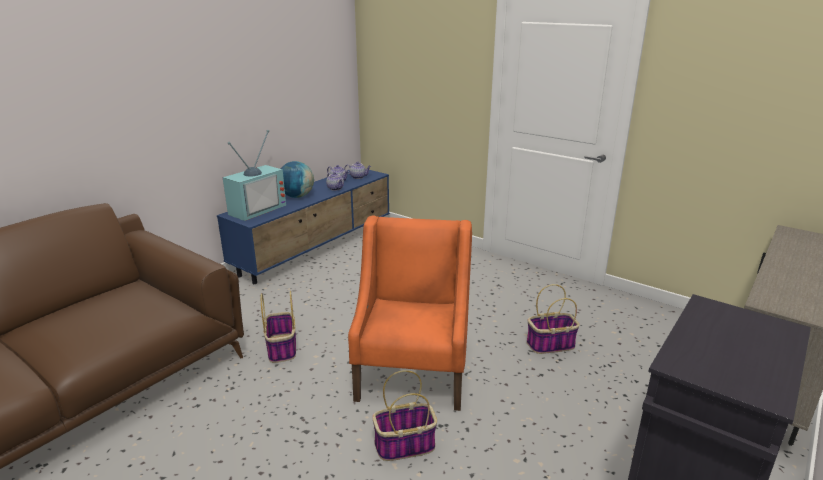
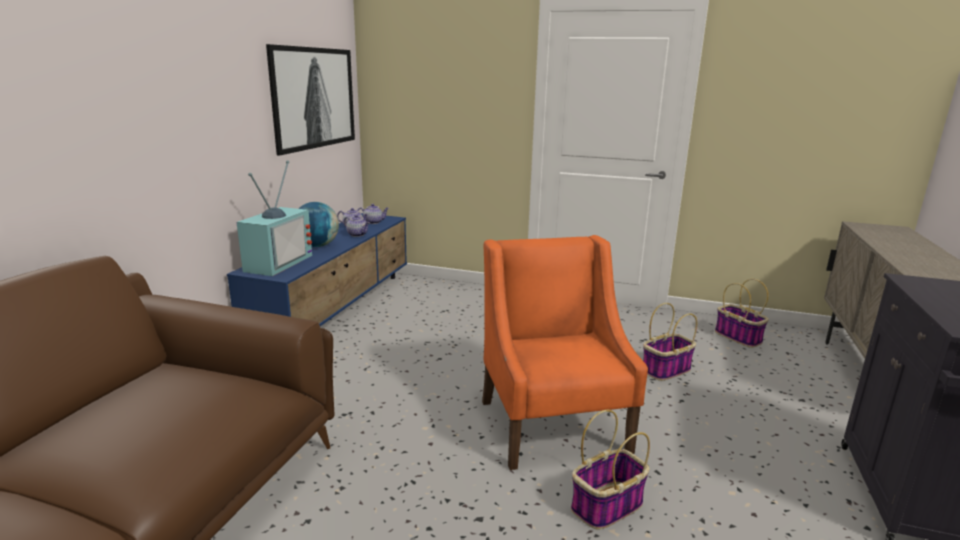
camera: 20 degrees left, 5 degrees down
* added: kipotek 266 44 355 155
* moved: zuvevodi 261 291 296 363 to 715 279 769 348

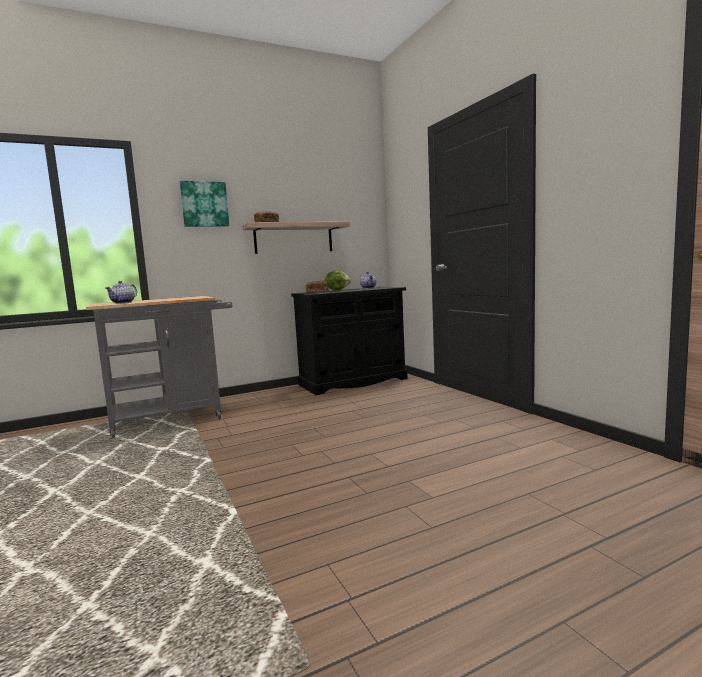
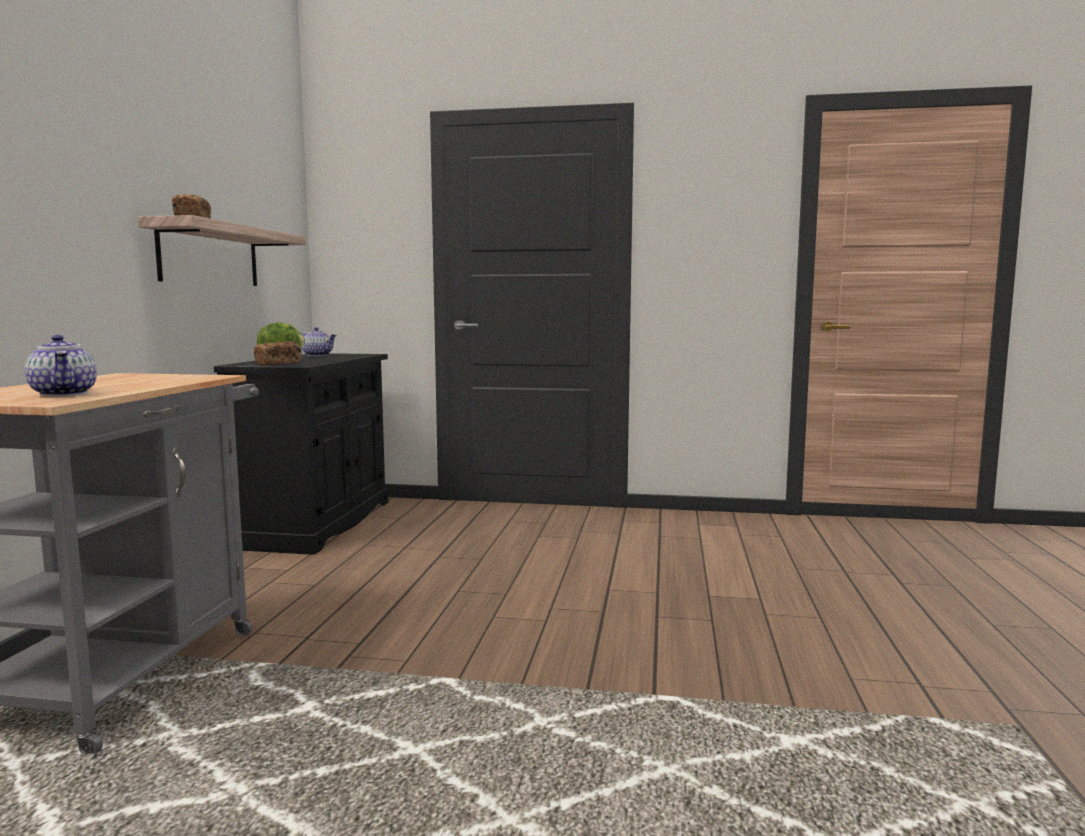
camera: 55 degrees left, 0 degrees up
* removed: kipotek 180 181 229 227

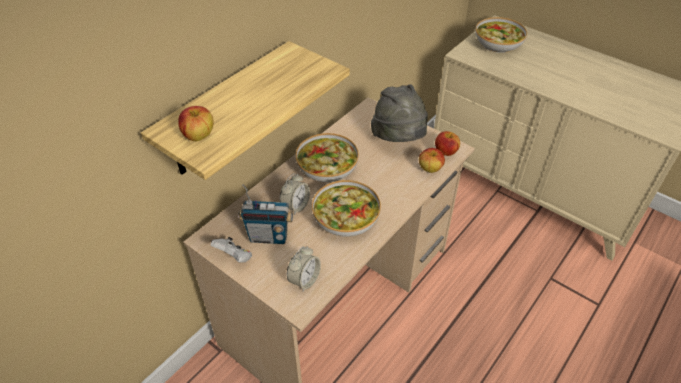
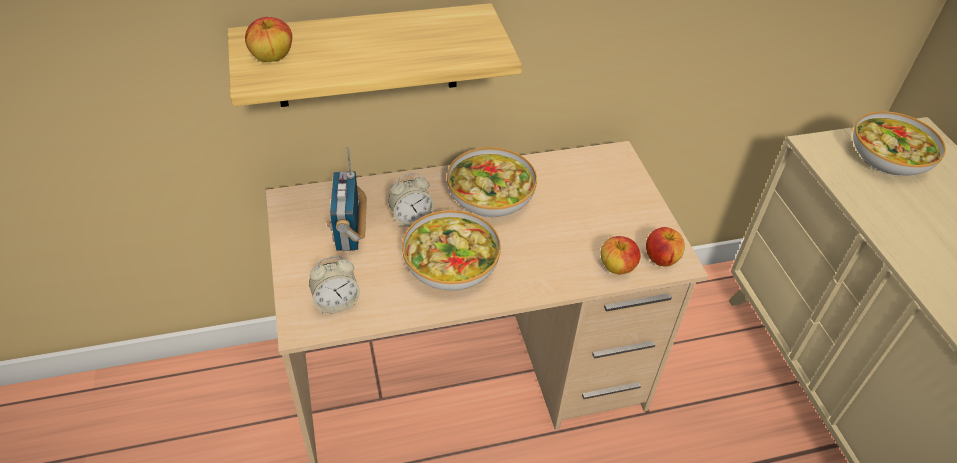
camera: 35 degrees right, 0 degrees up
* turned: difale 238 184 293 244 = 327 147 367 251 45 degrees clockwise
* removed: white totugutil 211 237 252 263
* removed: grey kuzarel 371 84 428 142

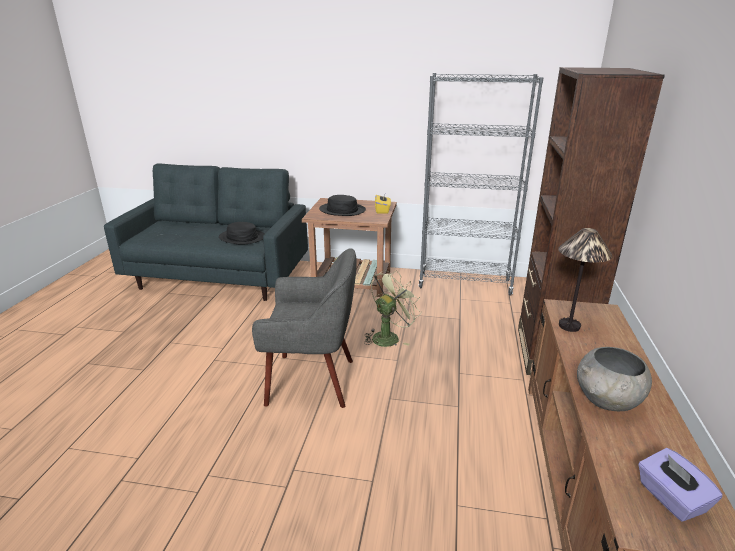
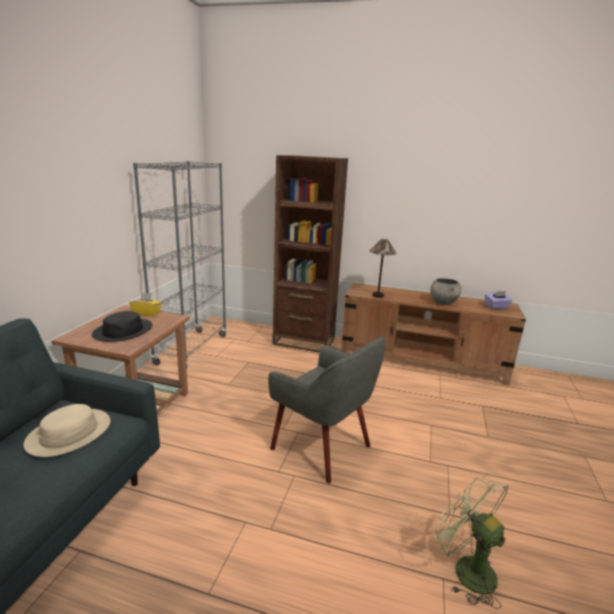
camera: 85 degrees left, 5 degrees down
* recoloured: black kuzarel 219 222 265 244 to beige kuzarel 23 404 110 457
* turned: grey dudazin 252 248 357 408 = 268 337 386 483 120 degrees clockwise
* moved: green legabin 364 270 421 347 to 433 473 509 609

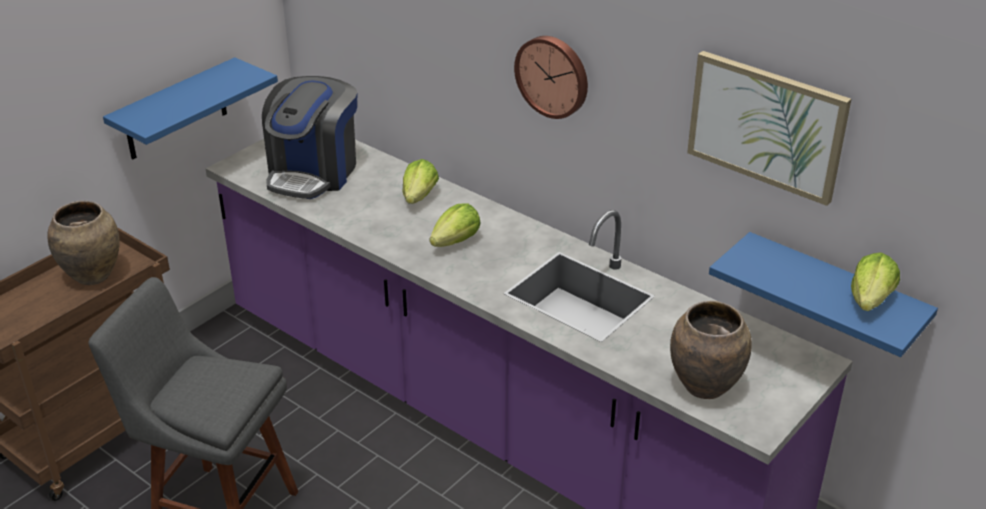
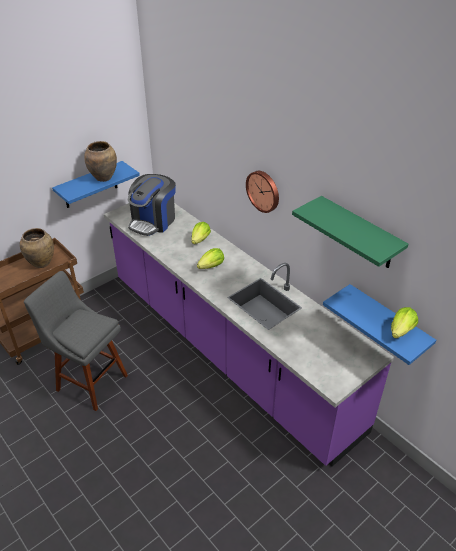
camera: 10 degrees right, 5 degrees up
* moved: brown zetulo 670 301 752 399 to 84 141 117 182
* replaced: kipotek 687 51 851 206 to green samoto 292 196 408 268

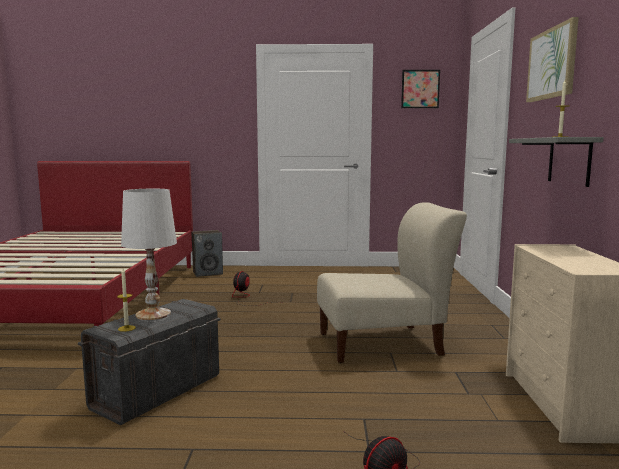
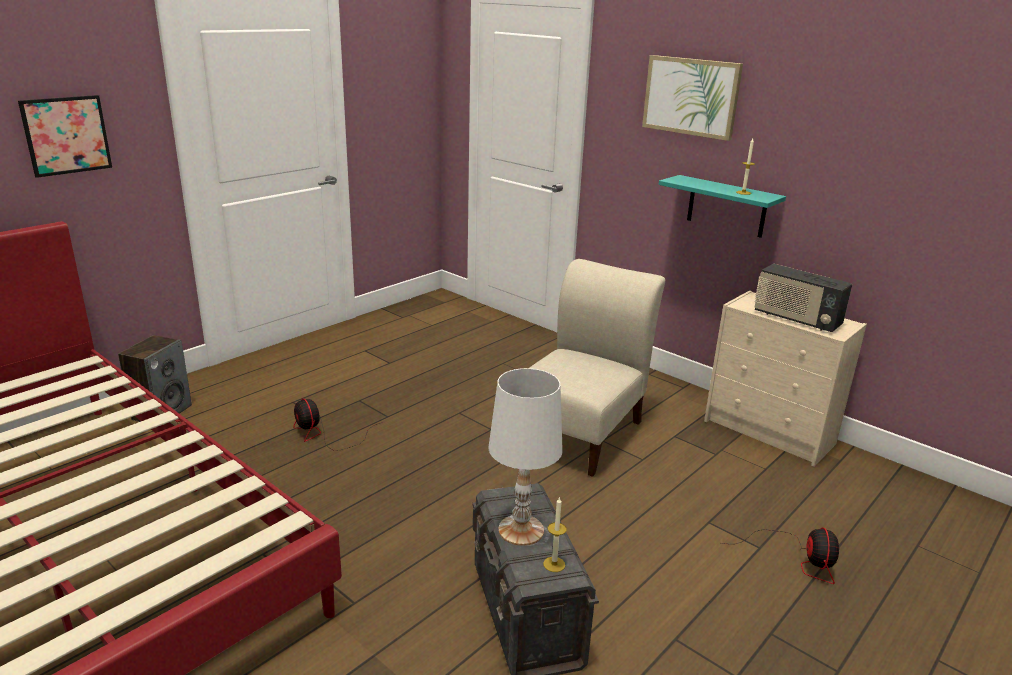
camera: 50 degrees left, 15 degrees up
* moved: kipotek 401 70 440 108 to 18 95 112 178
* recoloured: grey samoto 509 137 604 187 to turquoise samoto 659 175 786 238
* added: difale 754 264 852 332

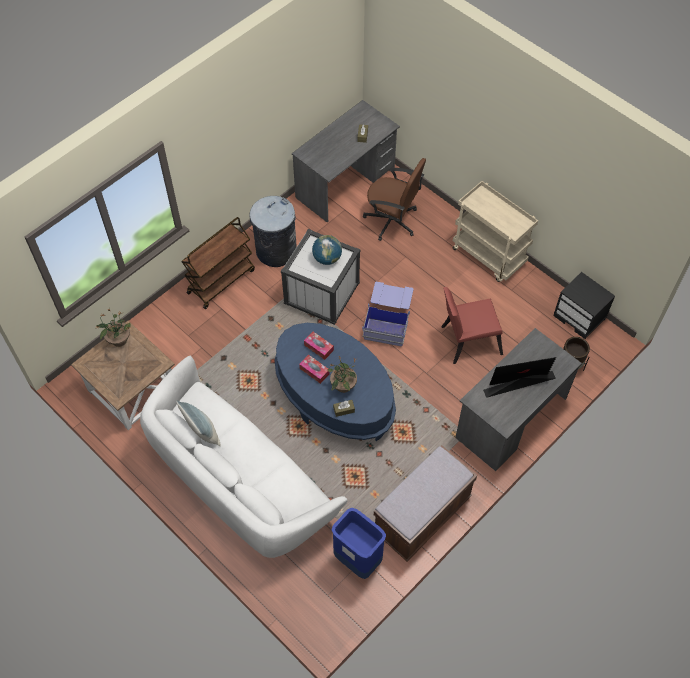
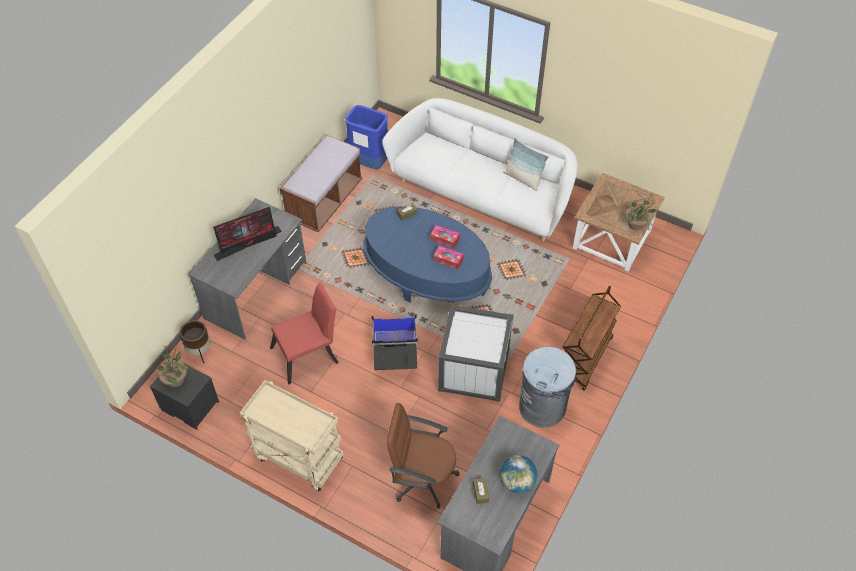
camera: 165 degrees right, 5 degrees down
* moved: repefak 327 356 357 393 to 156 345 189 387
* recoloured: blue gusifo 362 282 414 346 to black gusifo 372 314 418 370
* moved: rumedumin 312 235 342 265 to 500 455 537 493

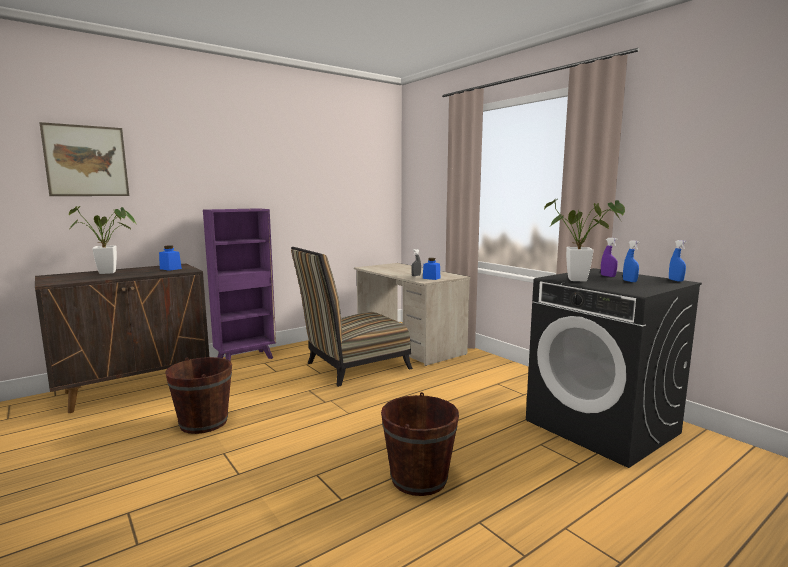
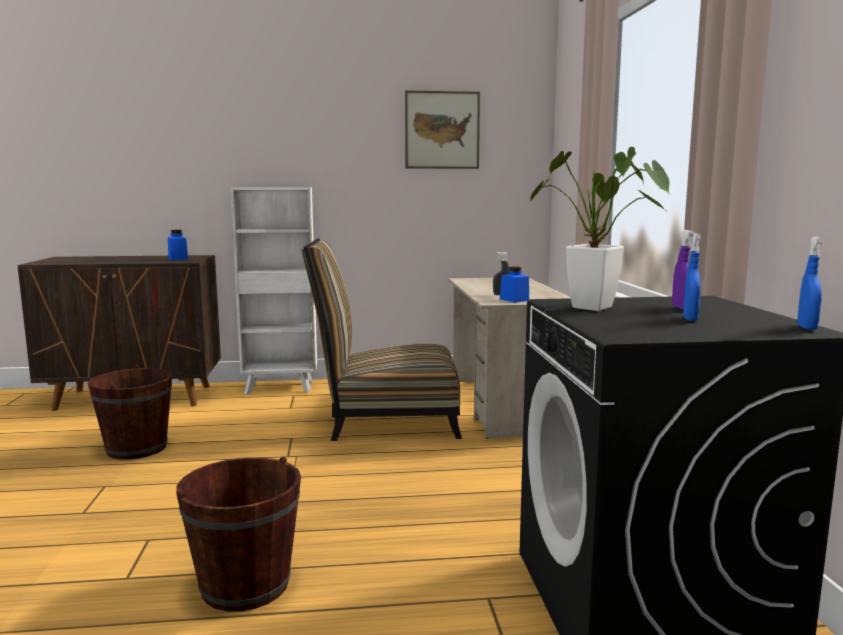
camera: 30 degrees right, 0 degrees up
* recoloured: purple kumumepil 203 208 276 361 to white kumumepil 230 187 317 394
* moved: kipotek 39 122 129 196 to 405 90 480 169
* removed: repefak 69 206 136 274

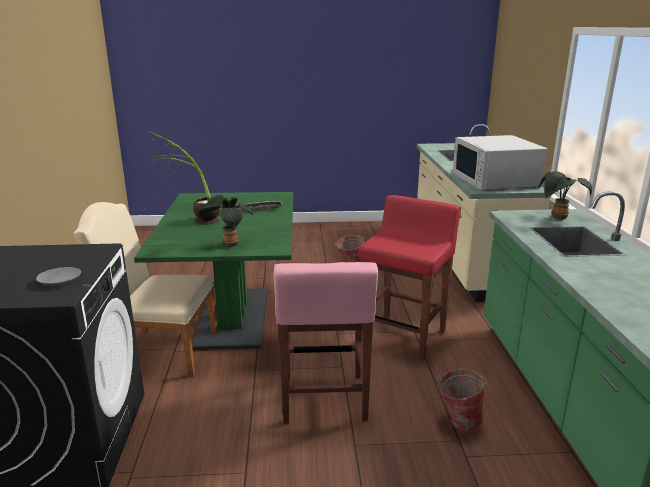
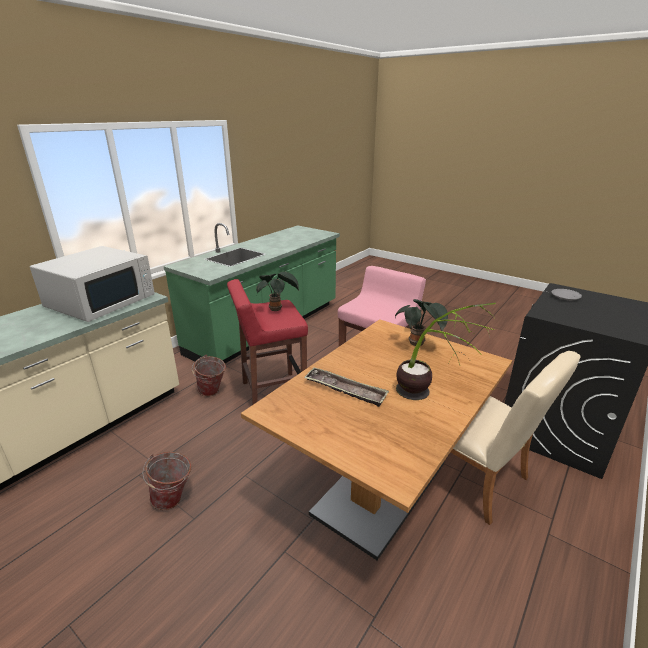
camera: 140 degrees left, 5 degrees up
* moved: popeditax 436 368 487 431 to 192 355 226 396
* recoloured: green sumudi 134 192 293 350 to brown sumudi 241 319 512 560
* moved: repefak 538 171 592 219 to 256 272 299 311

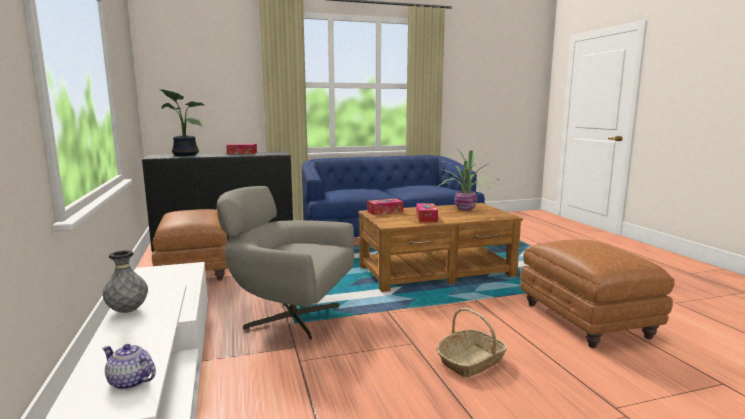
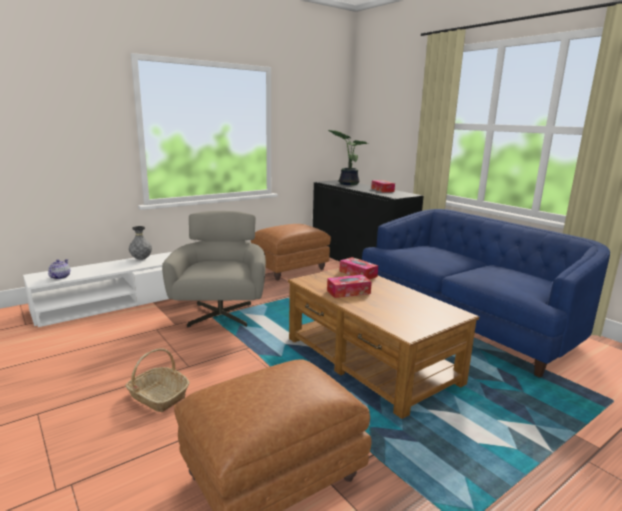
camera: 70 degrees right, 5 degrees up
* removed: repefak 438 148 495 211

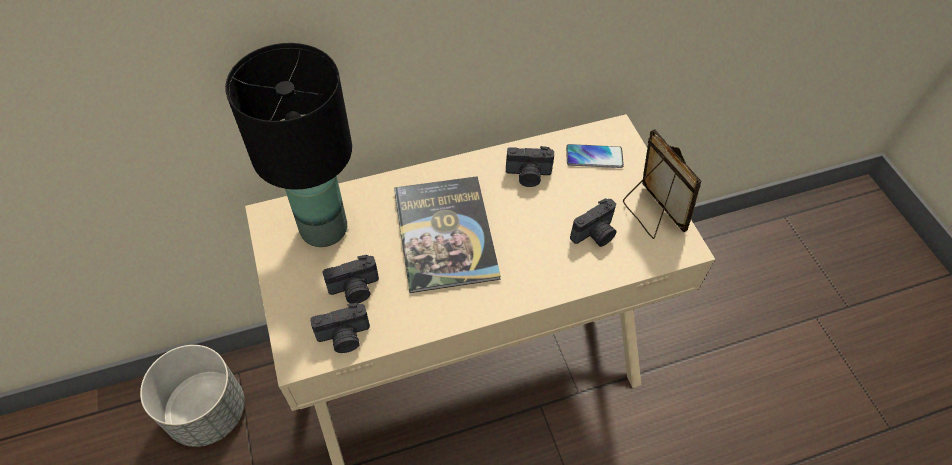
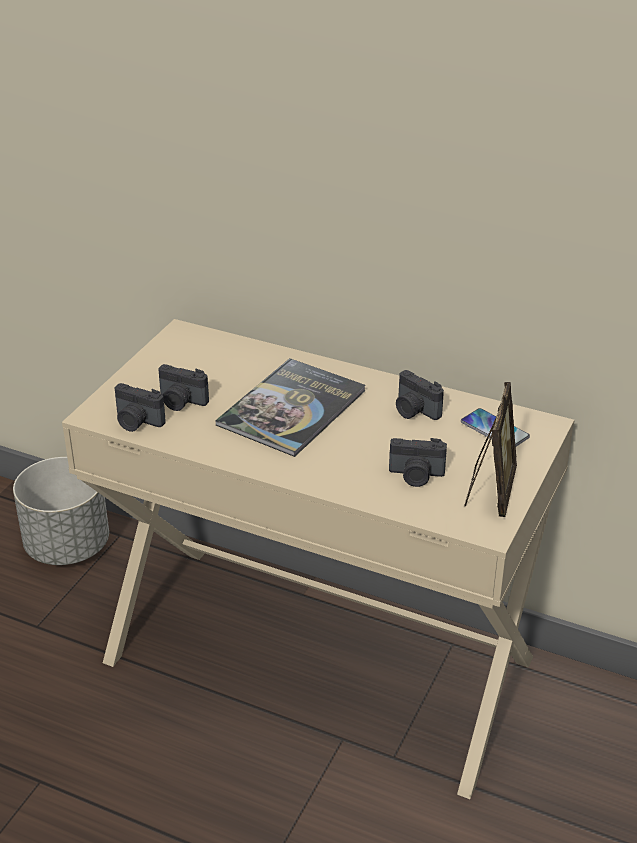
camera: 45 degrees right, 20 degrees down
* removed: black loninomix 225 43 352 247

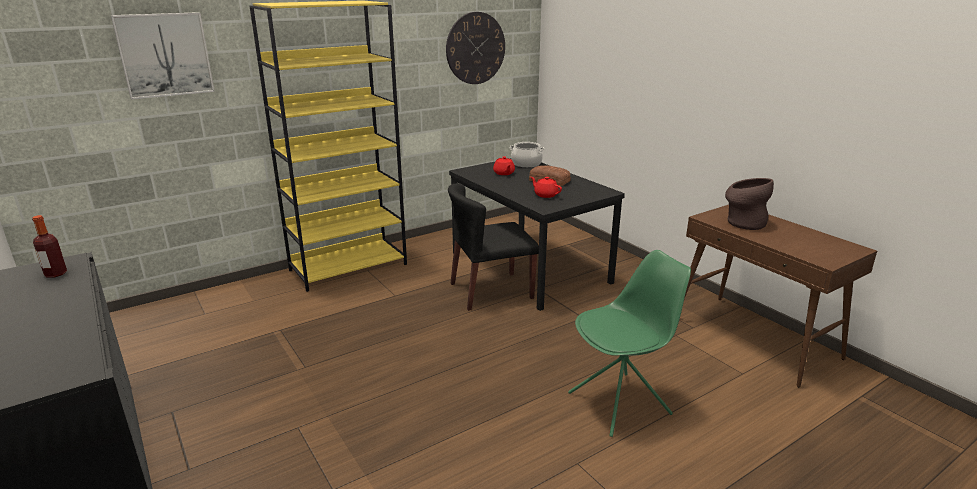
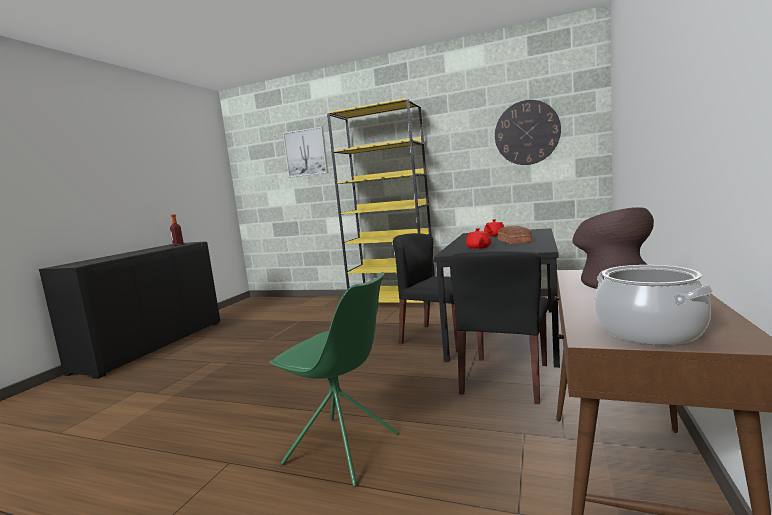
camera: 55 degrees right, 15 degrees down
* added: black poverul 450 251 549 404
* moved: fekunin 510 142 545 168 to 594 265 714 345

